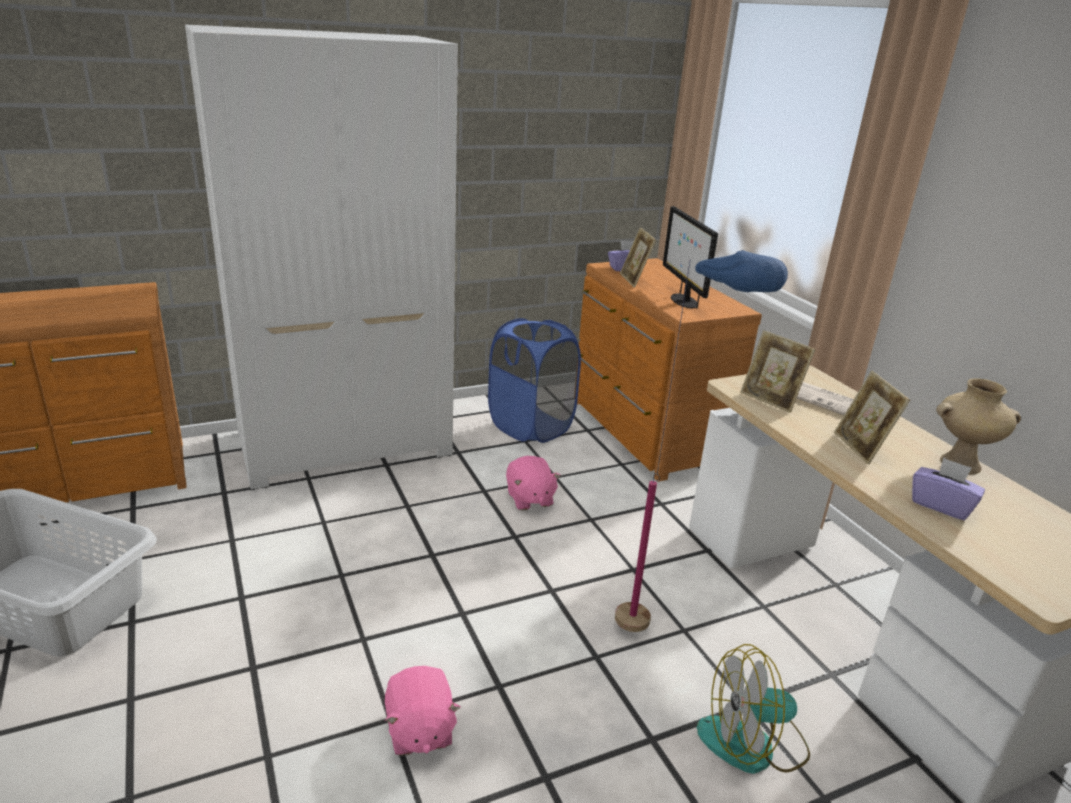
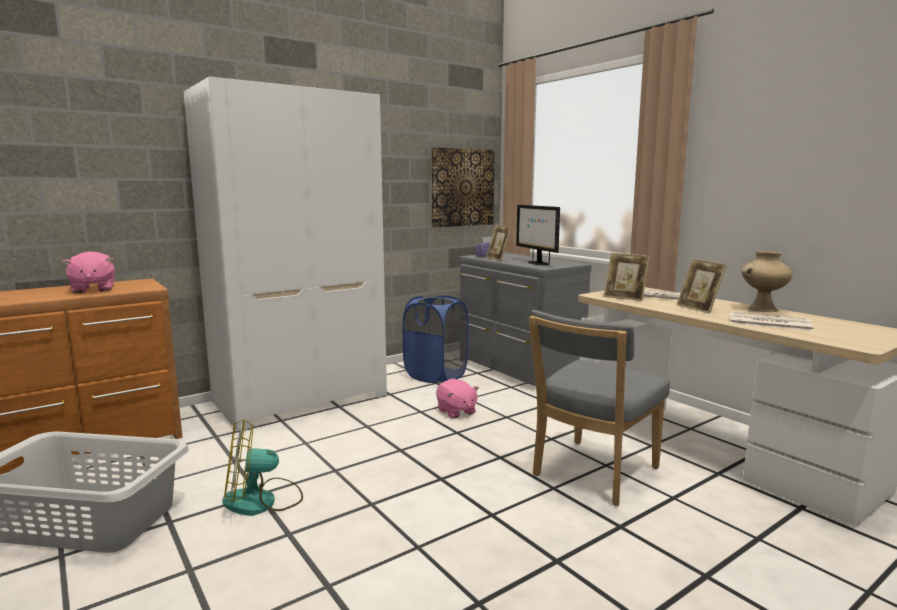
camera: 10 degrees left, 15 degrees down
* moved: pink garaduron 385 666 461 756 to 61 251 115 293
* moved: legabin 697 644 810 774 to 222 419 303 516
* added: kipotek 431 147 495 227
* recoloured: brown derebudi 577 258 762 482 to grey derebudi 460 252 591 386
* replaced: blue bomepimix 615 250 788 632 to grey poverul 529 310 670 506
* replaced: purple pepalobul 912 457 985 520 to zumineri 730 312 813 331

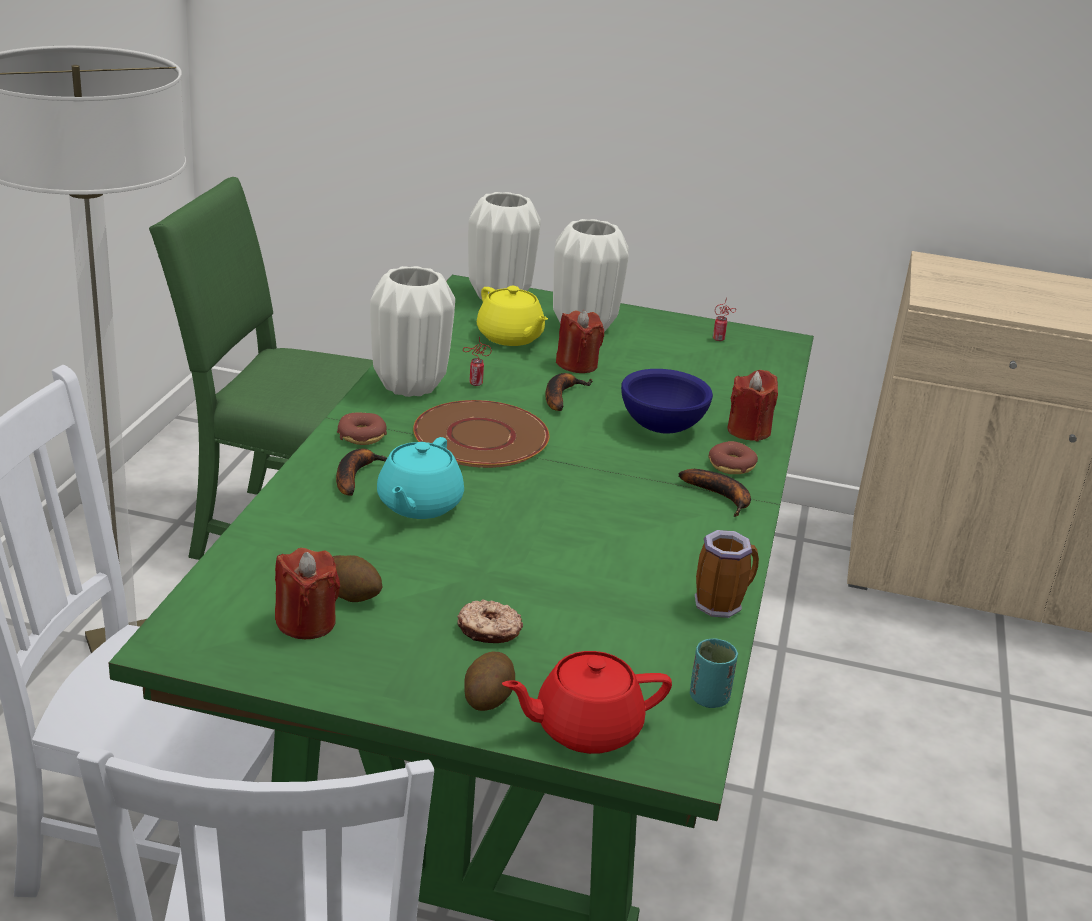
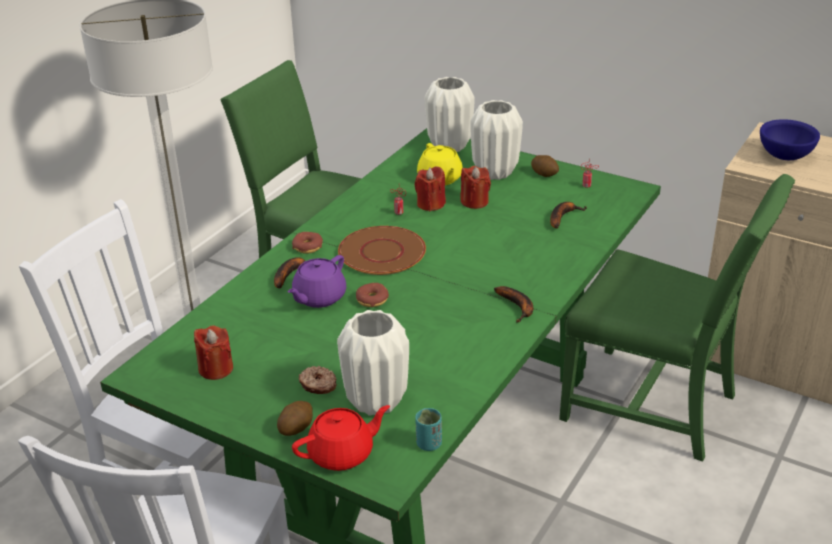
camera: 20 degrees right, 5 degrees up
* recoloured: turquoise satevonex 377 437 464 519 to purple satevonex 288 255 346 308
* turned: red satevonex 502 651 672 754 = 292 405 390 471 150 degrees clockwise
* moved: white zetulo 370 266 455 397 to 337 310 409 416
* moved: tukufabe 708 441 758 474 to 356 283 389 307
* moved: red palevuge 727 370 778 441 to 415 166 446 211
* moved: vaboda 333 555 383 602 to 531 155 559 177
* moved: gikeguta 545 373 593 411 to 550 202 586 229
* added: green poverul 559 174 795 462
* moved: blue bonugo 621 369 713 434 to 760 119 820 160
* removed: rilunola 695 530 759 618

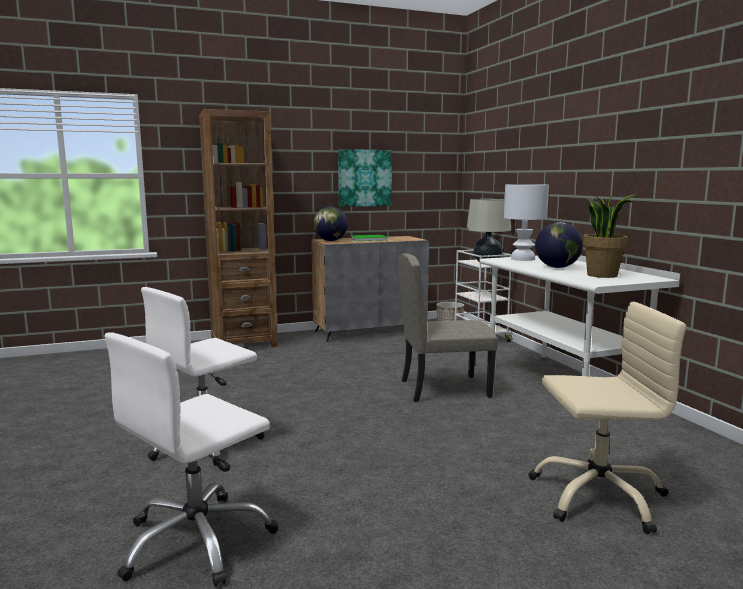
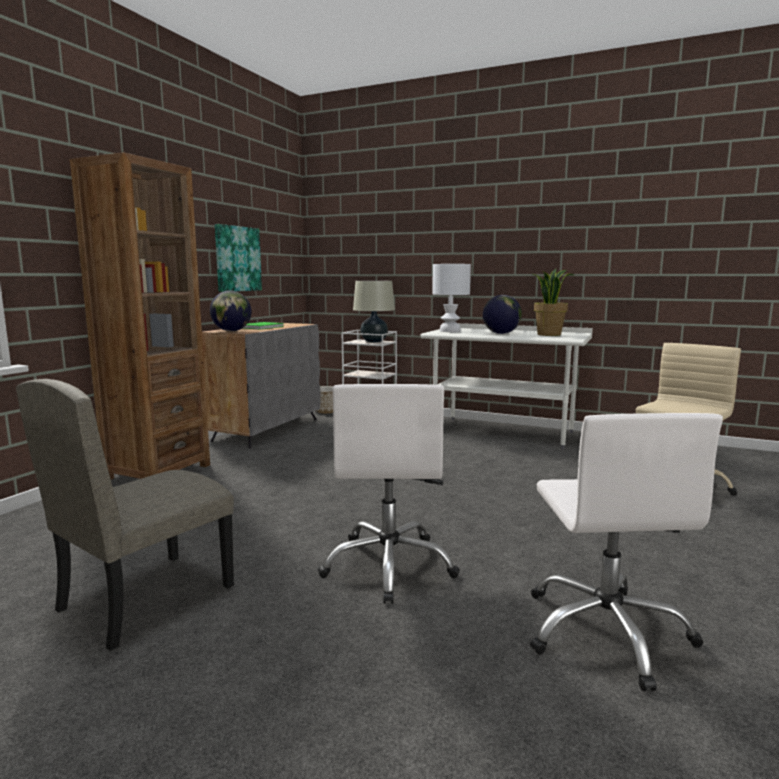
camera: 45 degrees left, 0 degrees up
* moved: beige poverul 398 253 498 402 to 16 379 234 651

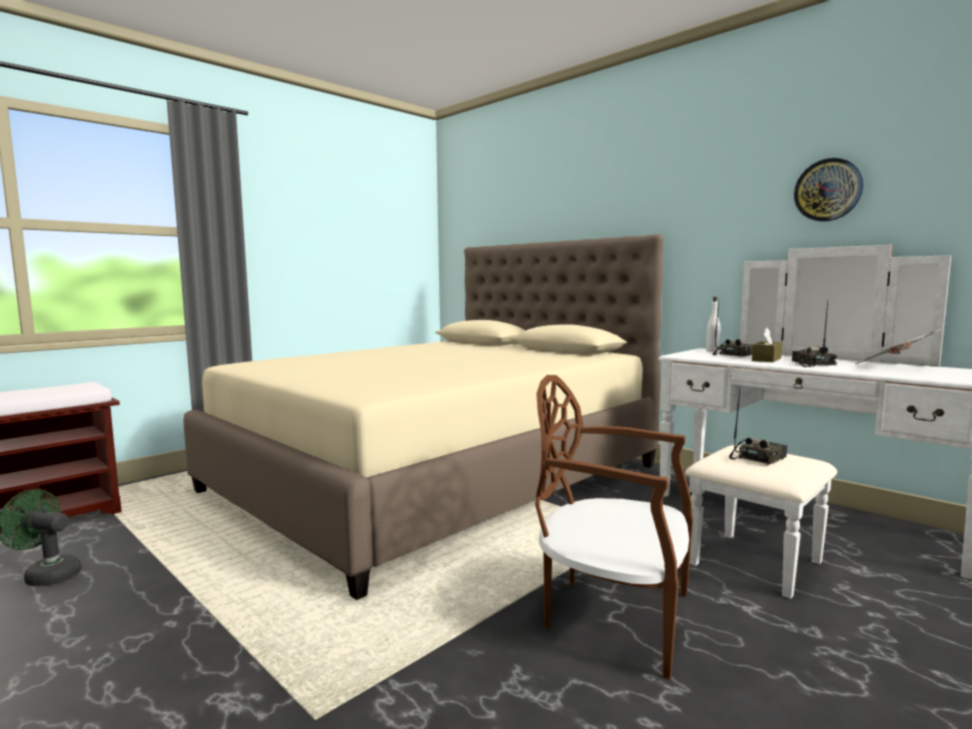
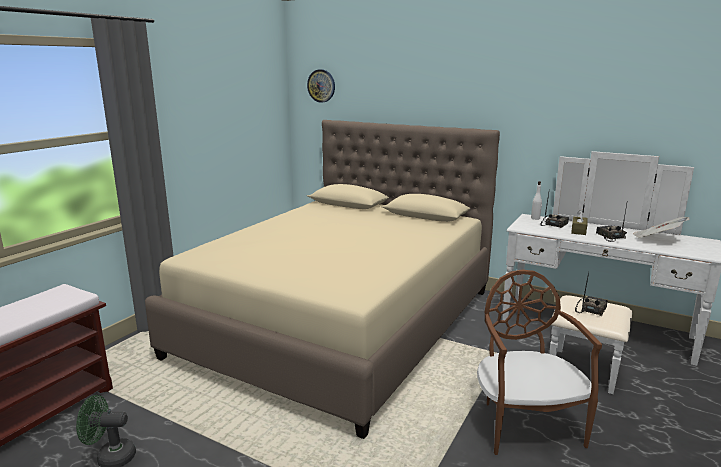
camera: 15 degrees left, 10 degrees up
* moved: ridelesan 794 158 864 222 to 307 69 335 103
* turned: brown poverul 535 375 693 680 = 477 269 602 455 75 degrees clockwise

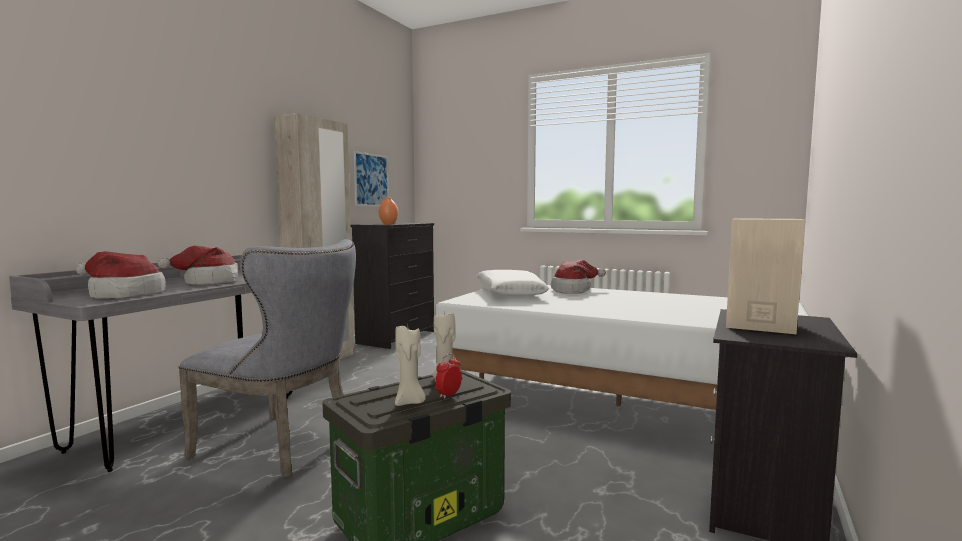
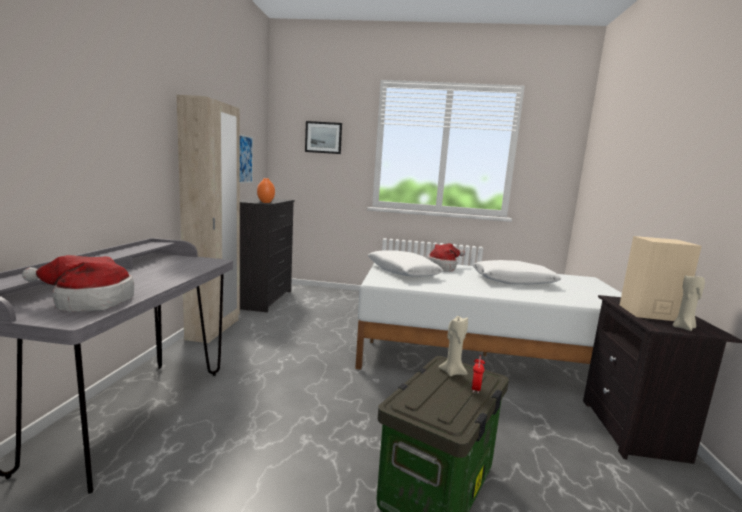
camera: 20 degrees left, 5 degrees up
* added: kipotek 305 121 342 154
* added: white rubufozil 473 260 561 284
* moved: beige palevuge 395 326 426 406 to 673 275 705 331
* removed: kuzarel 157 246 238 285
* removed: grey poverul 179 239 356 478

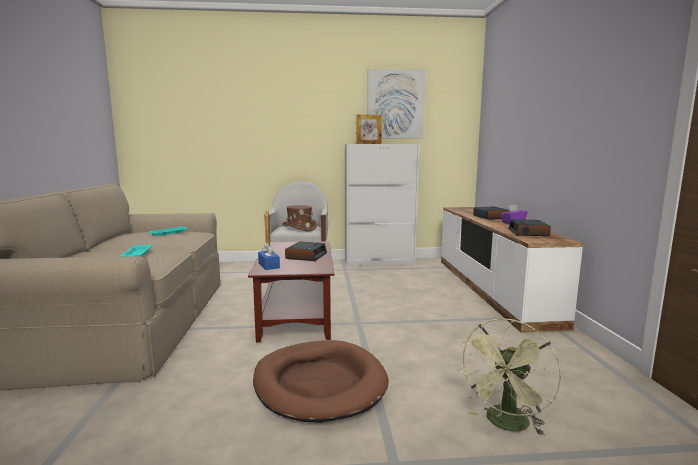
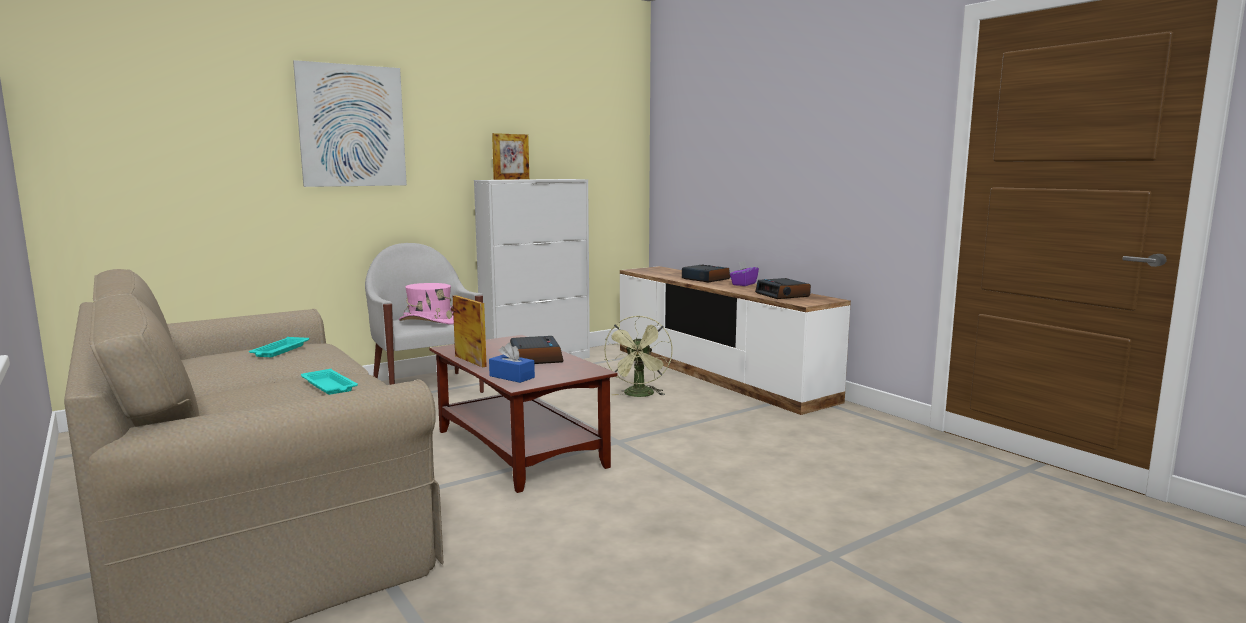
camera: 30 degrees left, 0 degrees up
* moved: kipotek 367 69 425 139 to 293 60 407 187
* recoloured: brown kuzarel 282 205 317 231 to pink kuzarel 399 283 454 325
* moved: green legabin 458 318 562 436 to 604 316 673 397
* removed: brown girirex 253 340 389 423

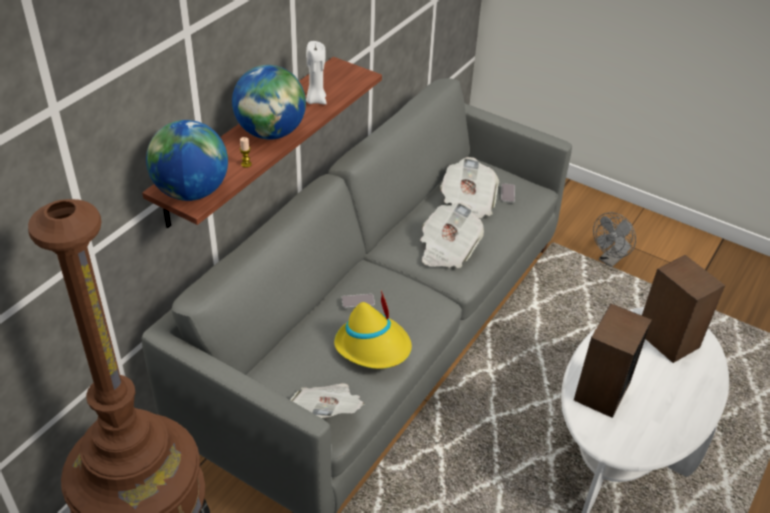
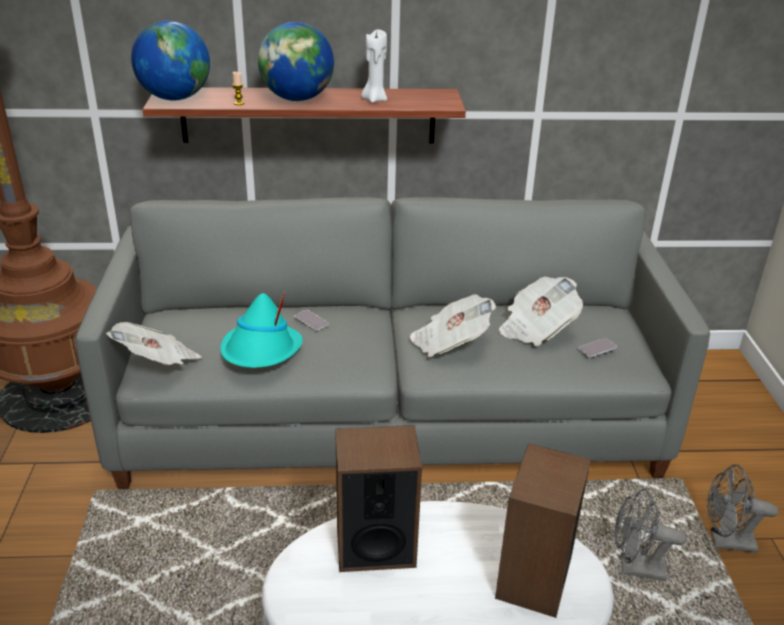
camera: 55 degrees right, 10 degrees down
* recoloured: yellow kuzarel 334 290 412 369 to turquoise kuzarel 221 292 303 368
* added: grey legabin 615 489 686 581

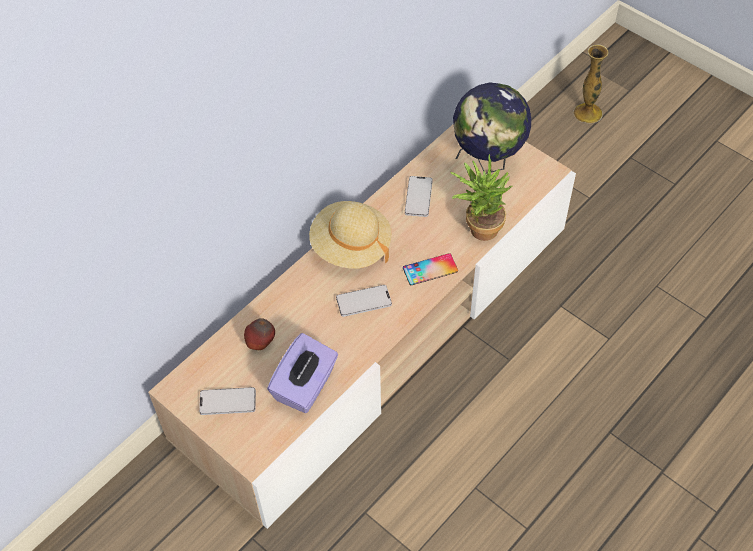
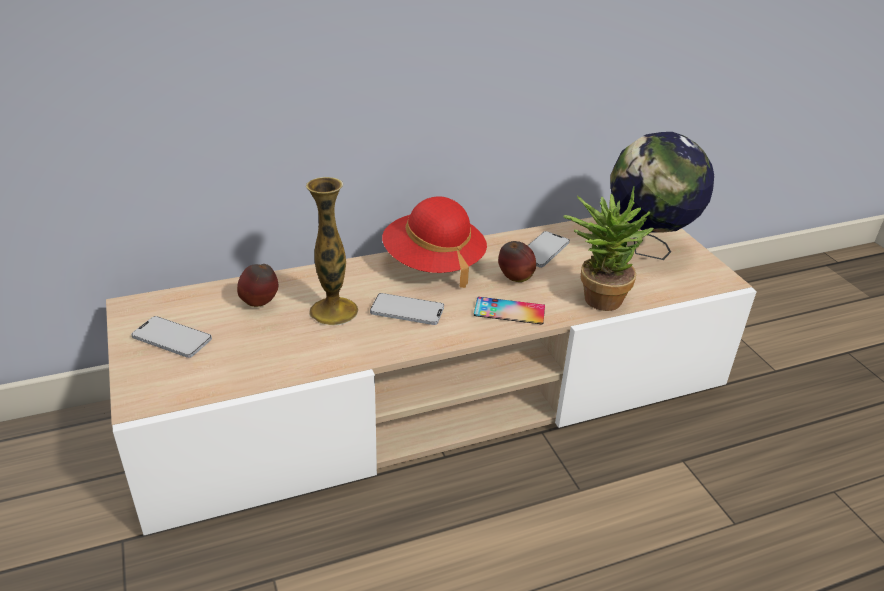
camera: 25 degrees right, 20 degrees down
* moved: zetulo 573 45 609 124 to 306 177 358 325
* recoloured: beige kuzarel 309 201 392 269 to red kuzarel 382 197 487 288
* added: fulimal 498 241 536 282
* removed: purple pepalobul 267 333 338 413

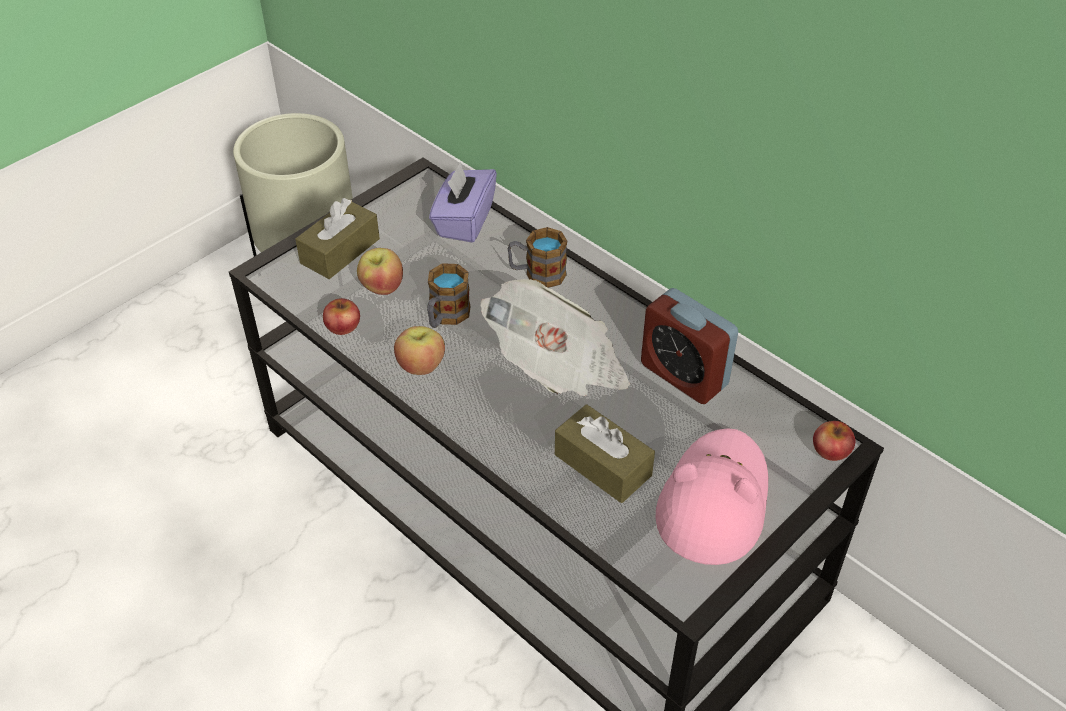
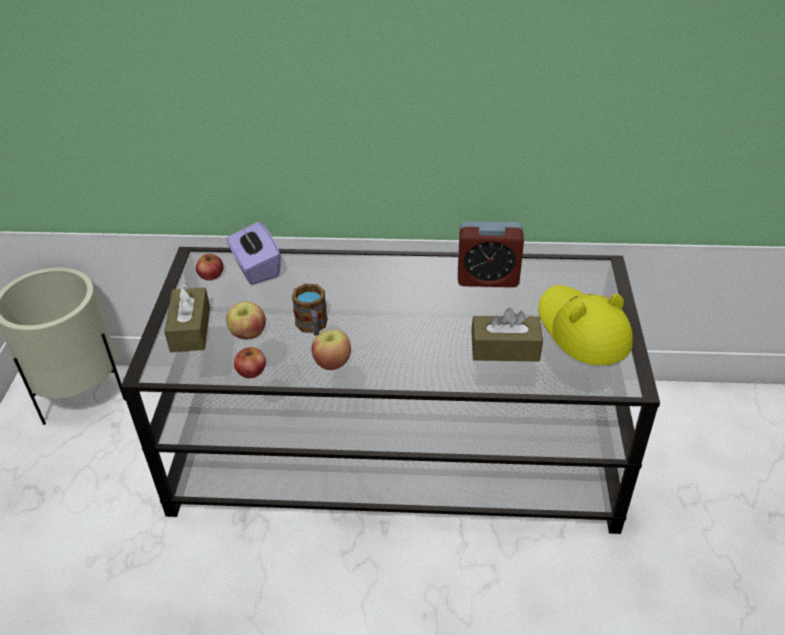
camera: 40 degrees left, 5 degrees down
* moved: fulimal 813 421 855 461 to 196 254 223 280
* recoloured: pink kuzarel 656 428 768 565 to yellow kuzarel 538 285 633 365
* removed: zumineri 480 279 630 396
* removed: rilunola 507 227 567 288

